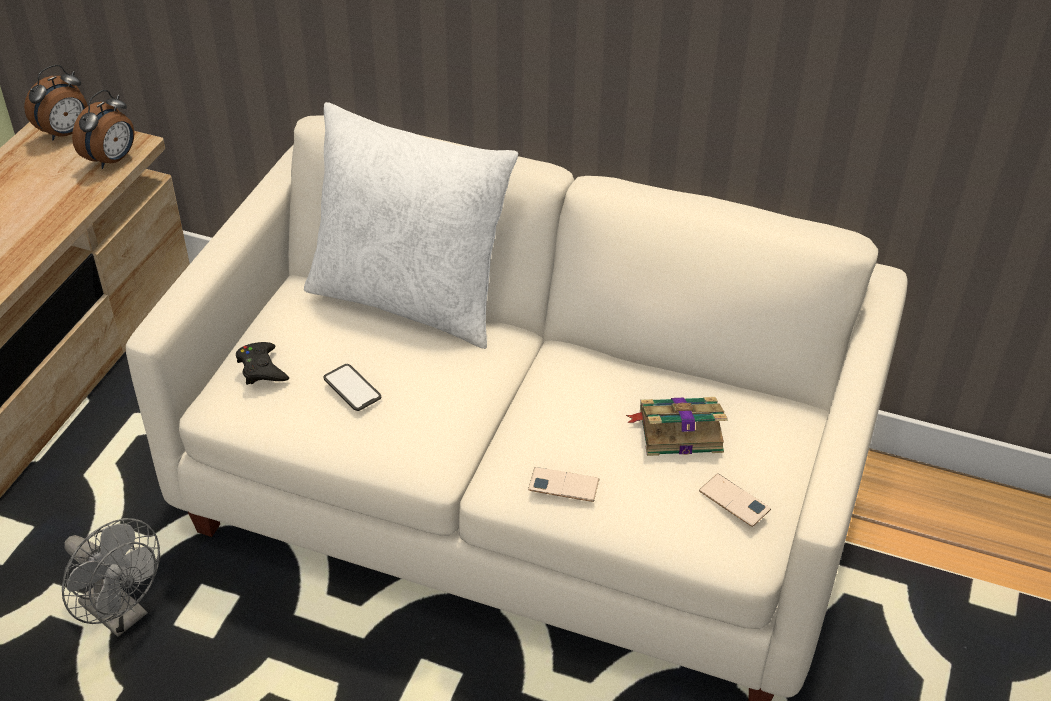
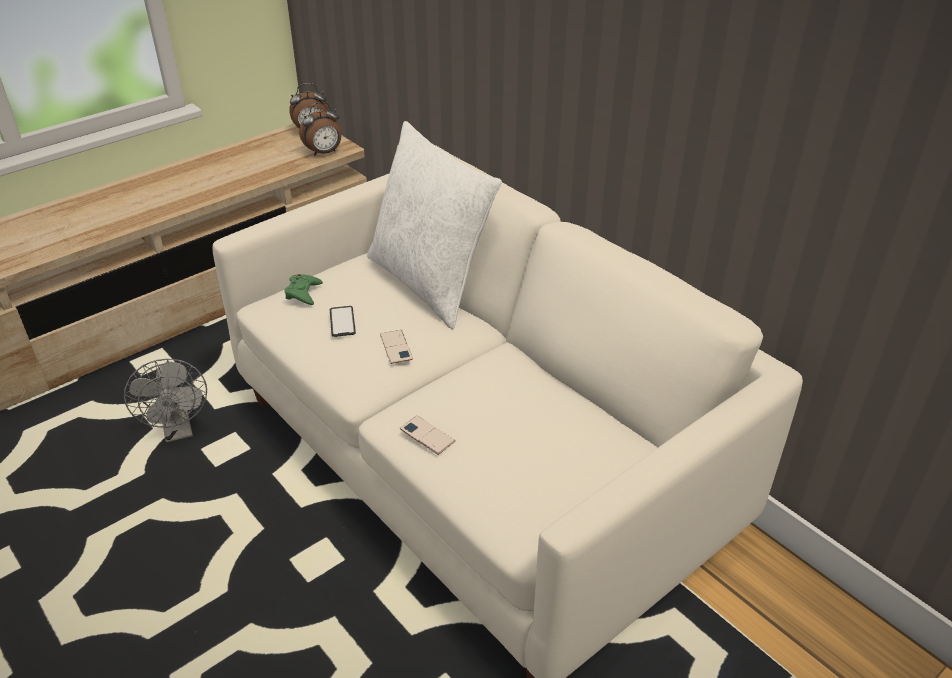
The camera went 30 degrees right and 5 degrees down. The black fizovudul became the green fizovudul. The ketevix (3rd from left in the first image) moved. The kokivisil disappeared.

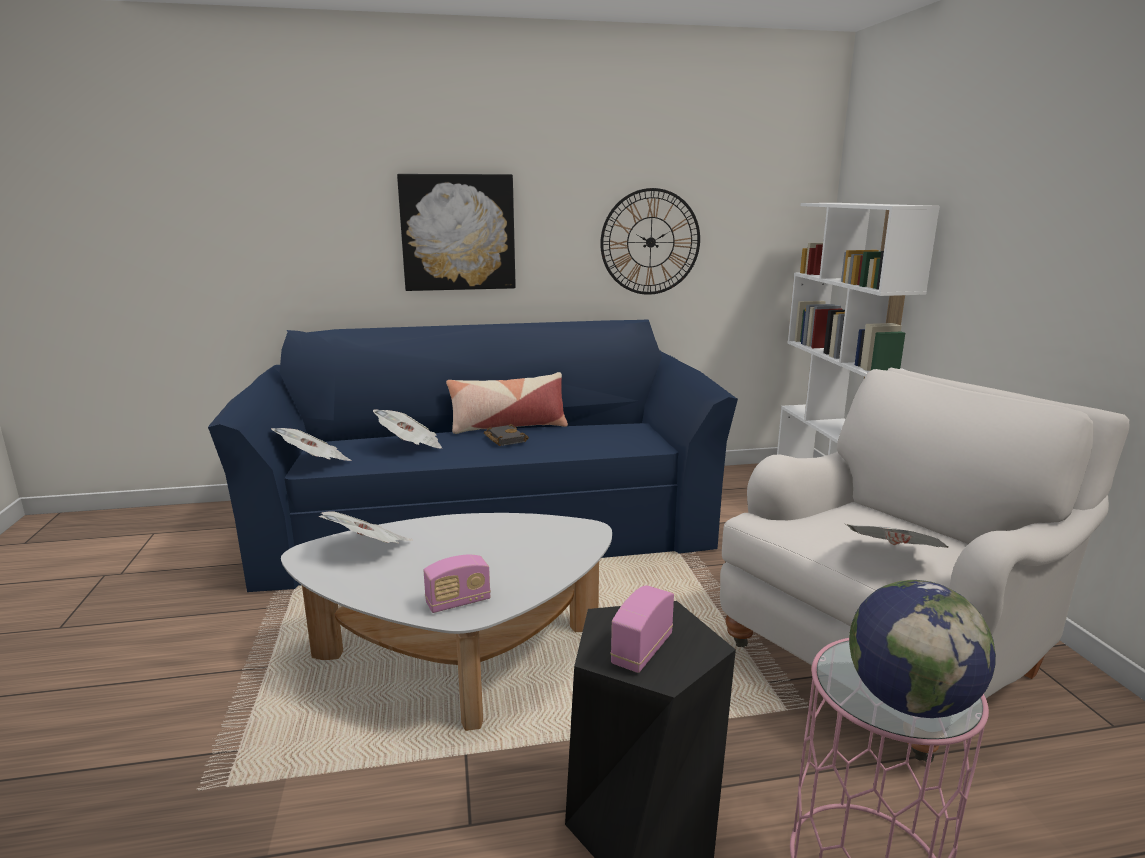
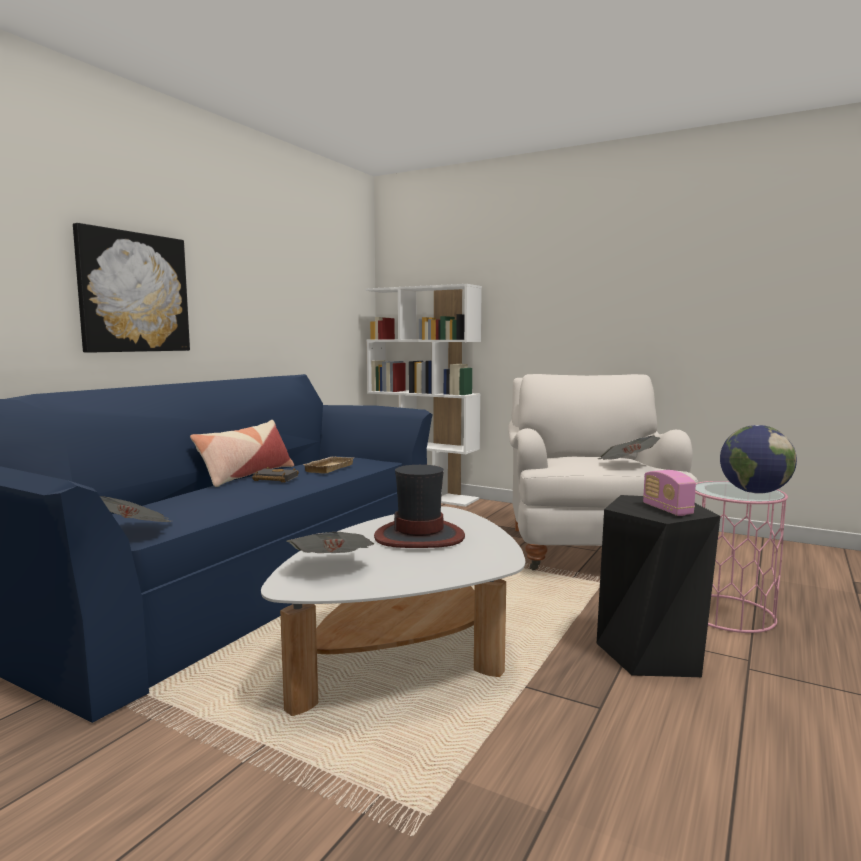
The camera went 50 degrees left and 10 degrees down. The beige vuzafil appeared. The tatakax appeared. The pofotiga (3rd from left) disappeared. The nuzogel (1st from left) disappeared. The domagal disappeared.

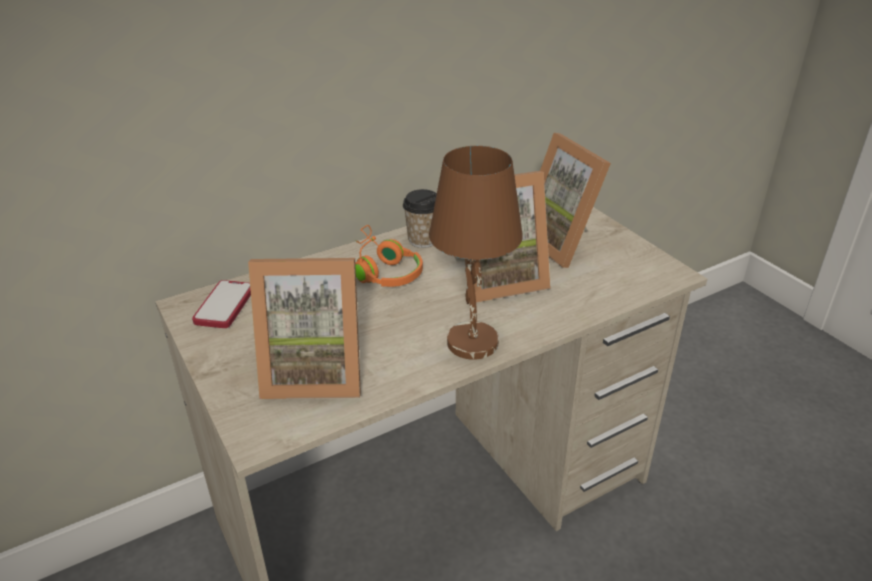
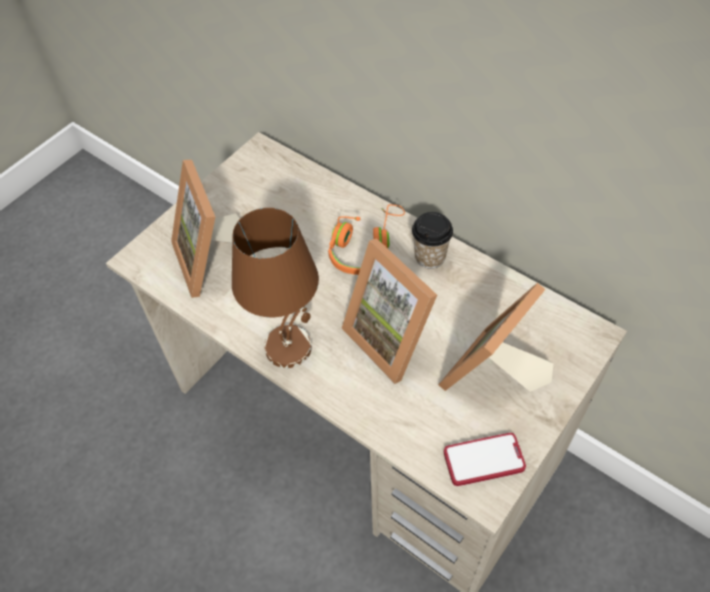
The camera went 70 degrees right and 20 degrees up. The ketevix moved.

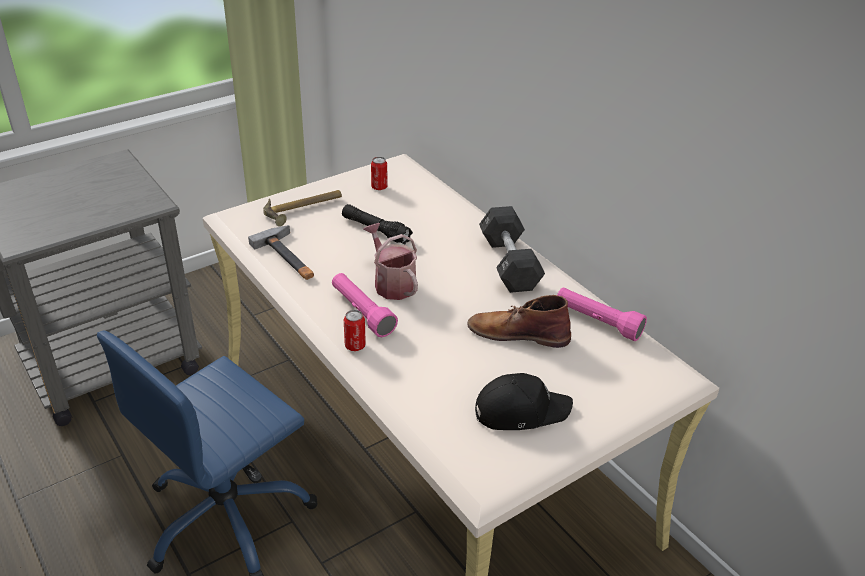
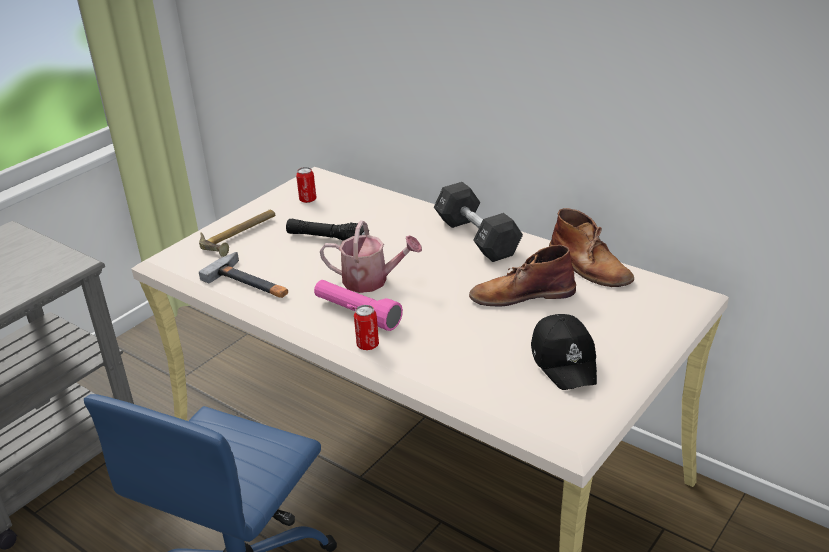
The camera went 15 degrees left and 5 degrees down. The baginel turned 150 degrees clockwise. The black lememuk turned 105 degrees clockwise. The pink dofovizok (2nd from left) was replaced by the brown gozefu (2nd from left).

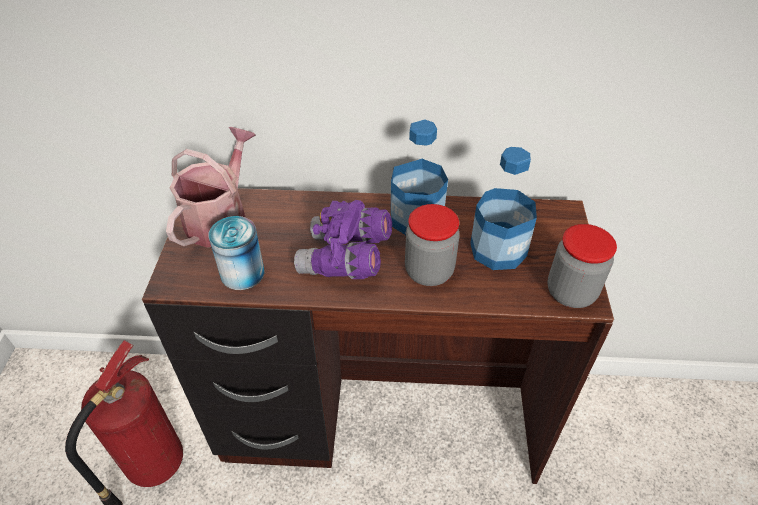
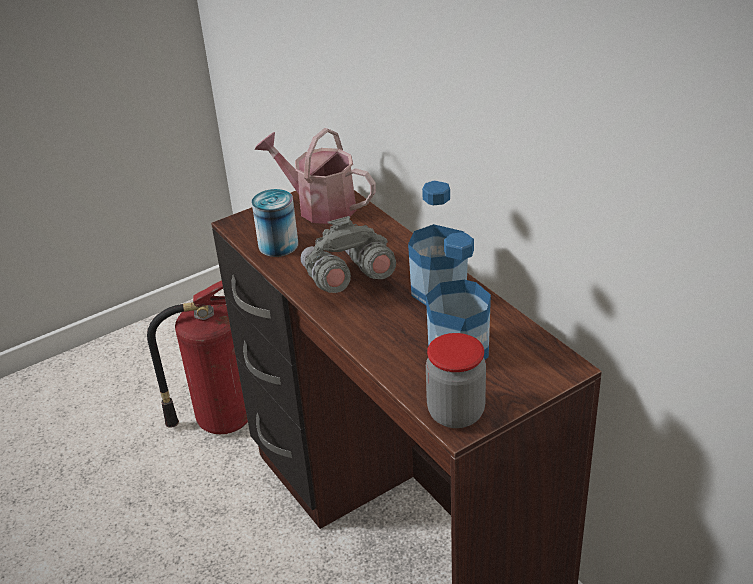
The camera went 55 degrees right and 10 degrees down. The baginel turned 135 degrees counterclockwise. The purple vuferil became the grey vuferil. The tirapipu (1st from left) disappeared.

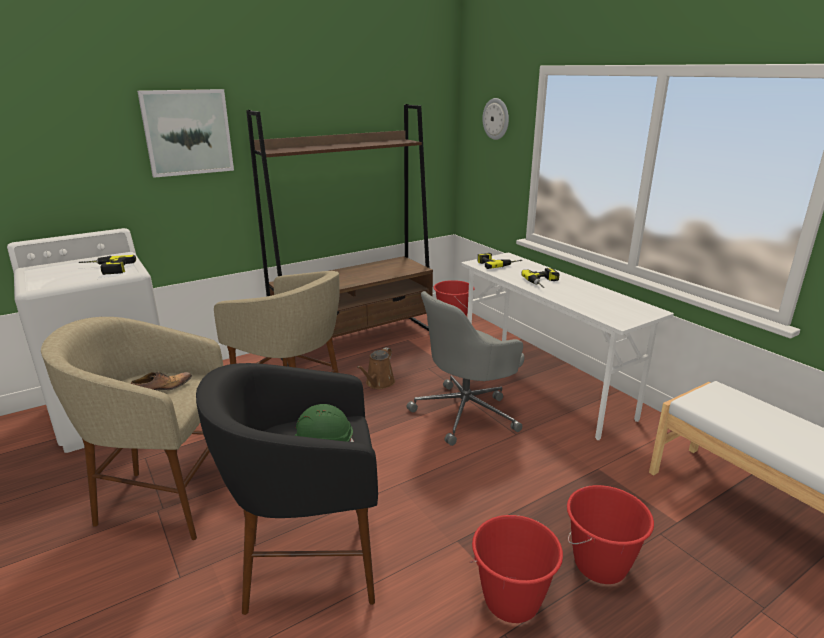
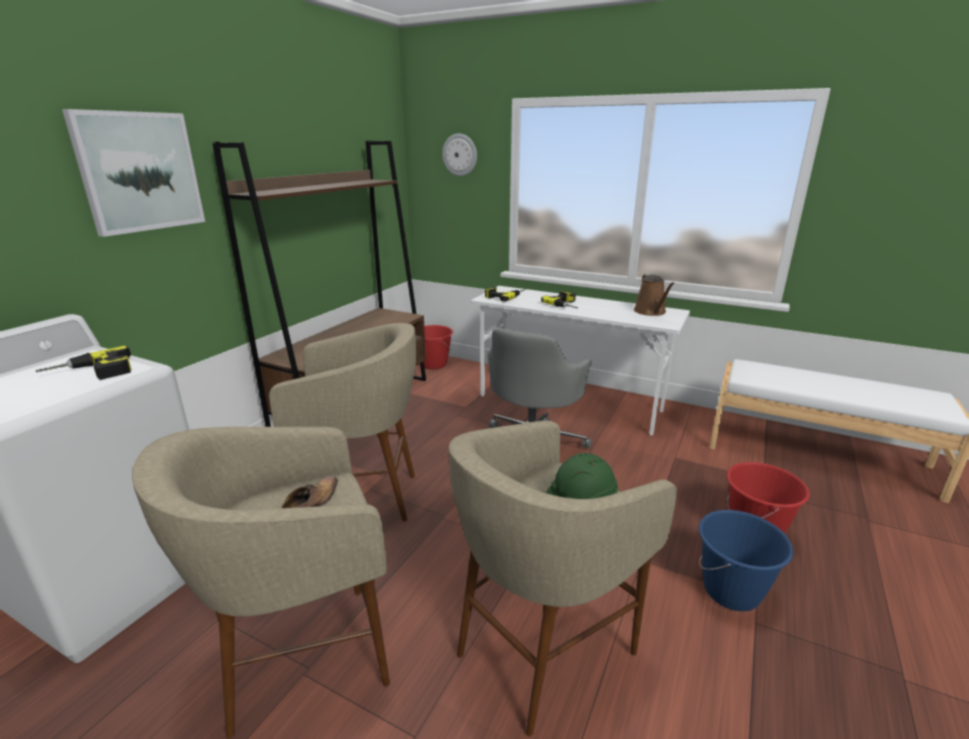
The camera went 30 degrees left and 0 degrees up. The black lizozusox became the beige lizozusox (3rd from left). The brown baginel moved. The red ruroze (2nd from left) became the blue ruroze.

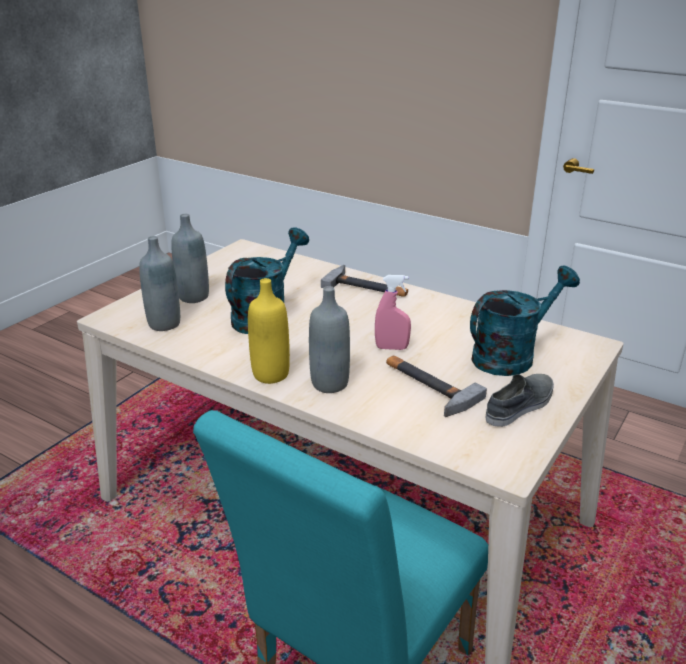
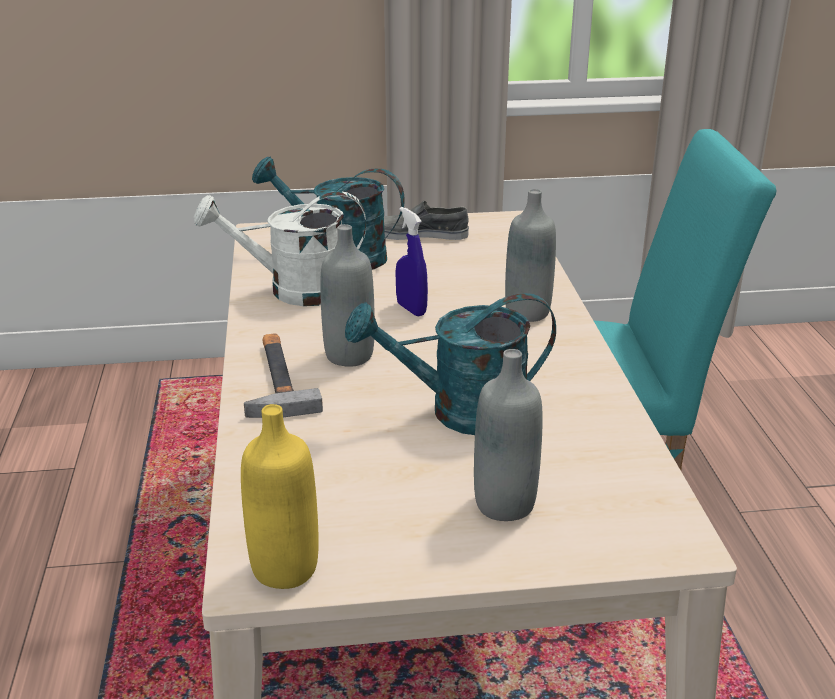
The camera went 130 degrees left and 0 degrees up. The white baginel appeared. The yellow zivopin moved. The grey zivopin (1st from left) moved. The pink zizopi became the blue zizopi. The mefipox (2nd from left) disappeared.

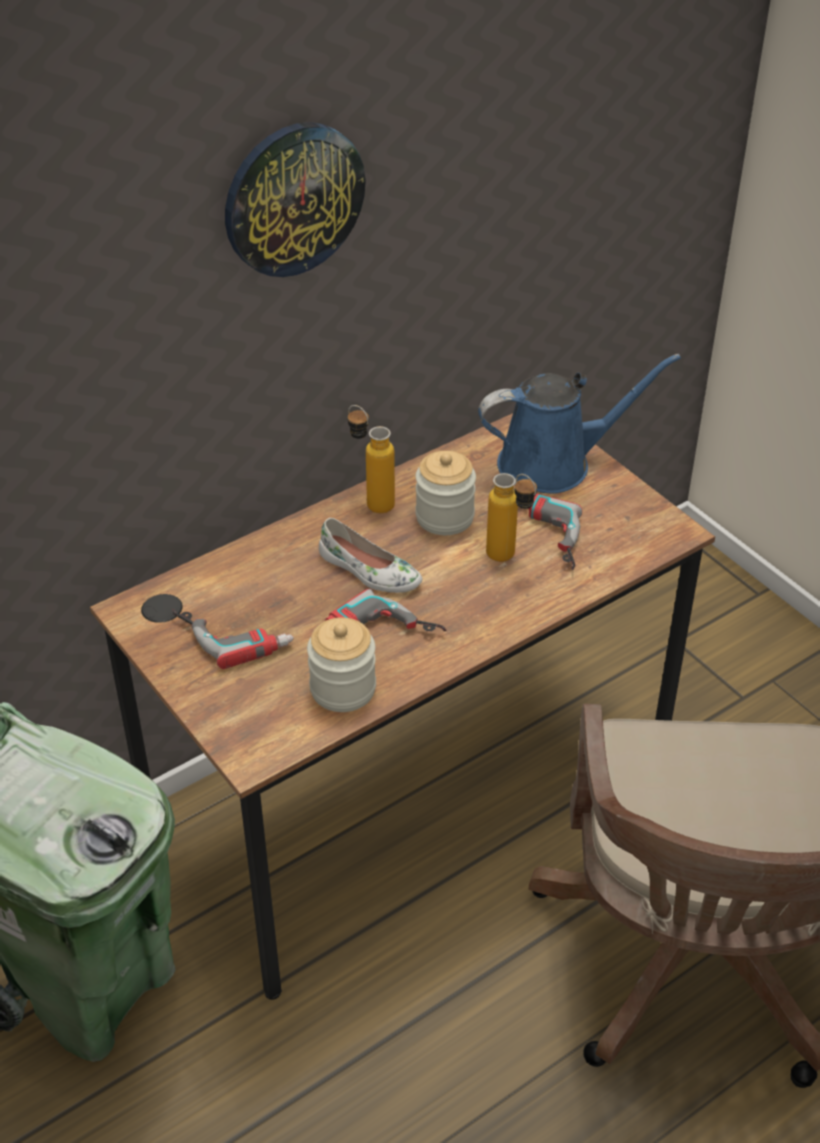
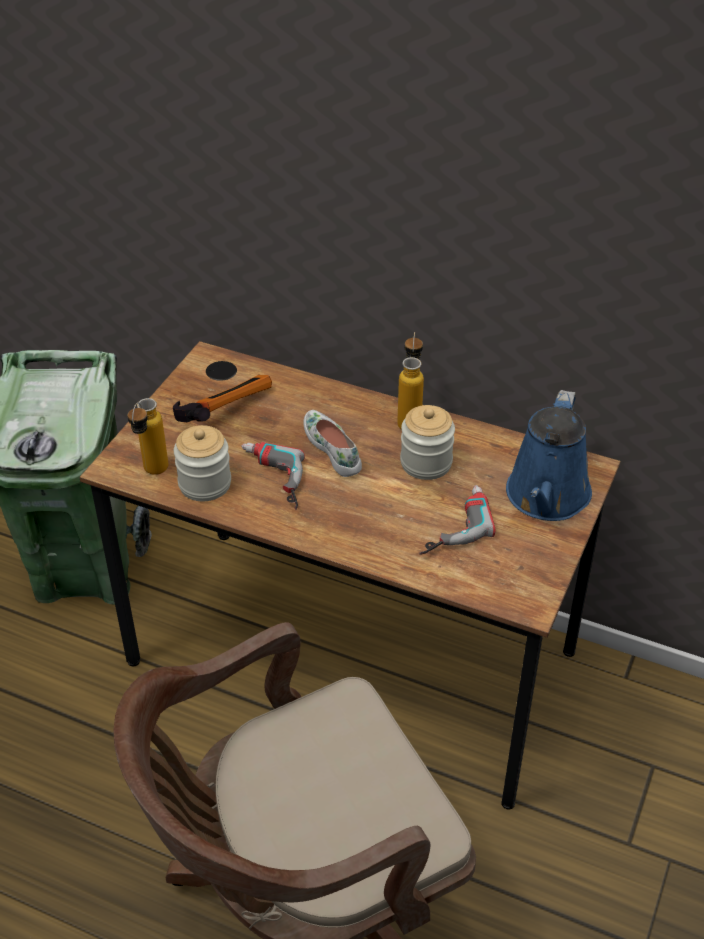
The camera went 60 degrees right and 0 degrees up. The zivopin (2nd from left in the first image) moved. The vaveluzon (1st from left) was replaced by the mefipox. The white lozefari turned 150 degrees clockwise. The blue baginel turned 60 degrees clockwise. The domagal disappeared.

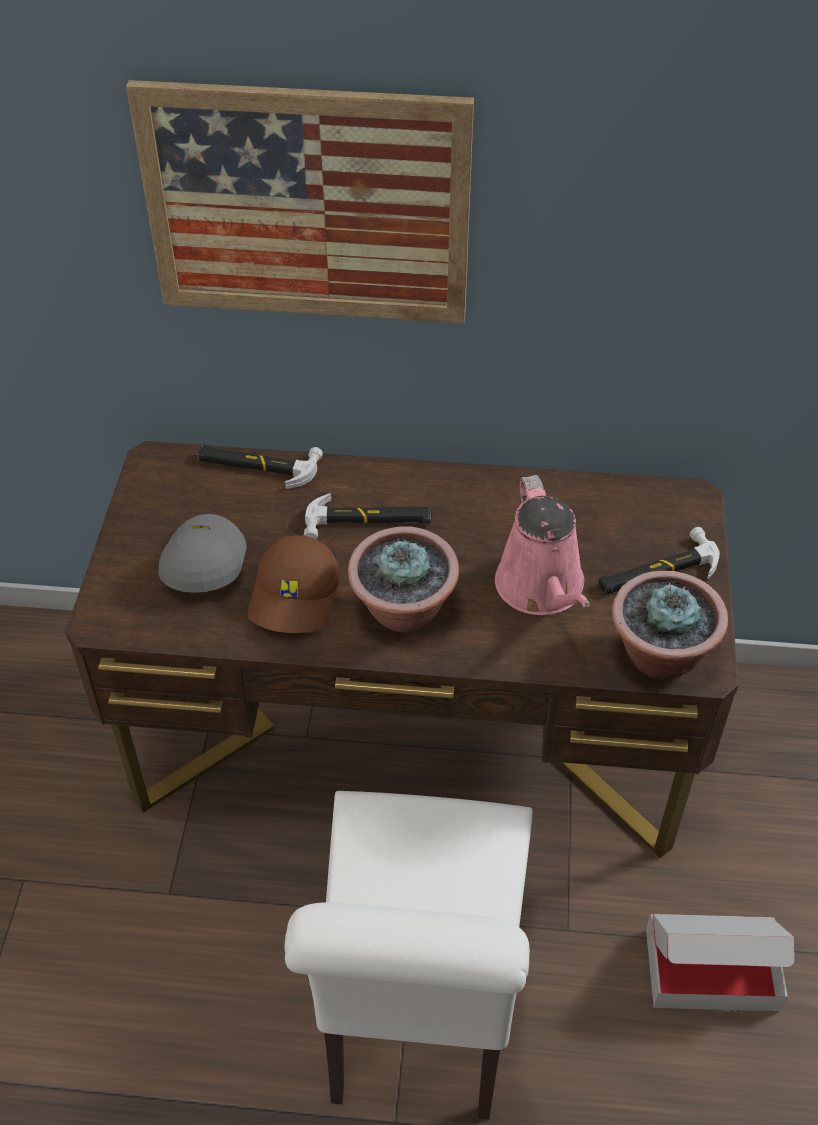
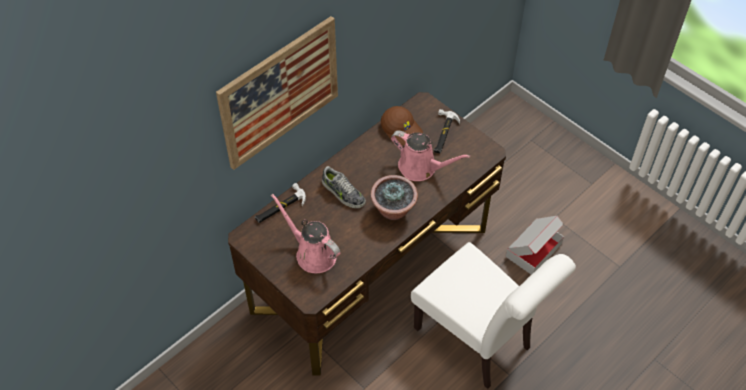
The camera went 50 degrees left and 5 degrees up. The grey lememuk was replaced by the pink baginel (1st from left). The mefipox (2nd from left) was replaced by the lozefari. The brown lememuk moved. The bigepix (2nd from left) disappeared.

